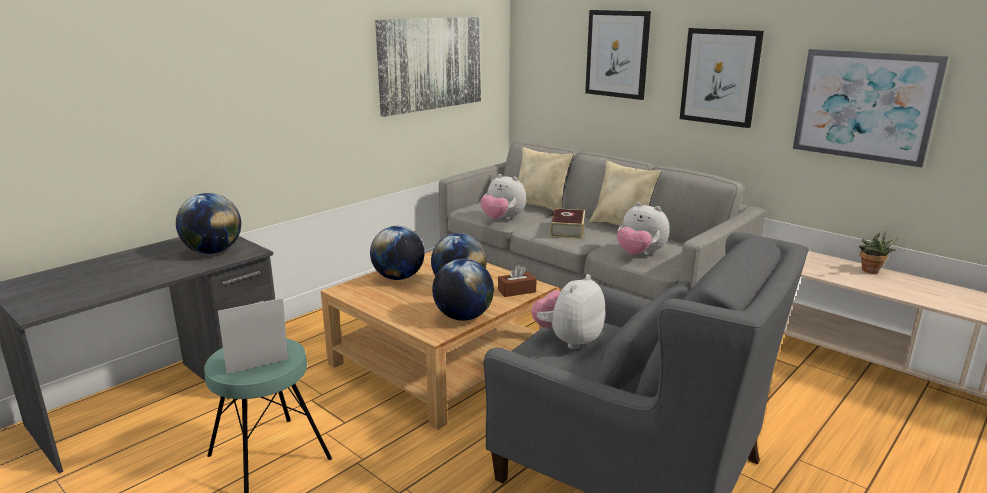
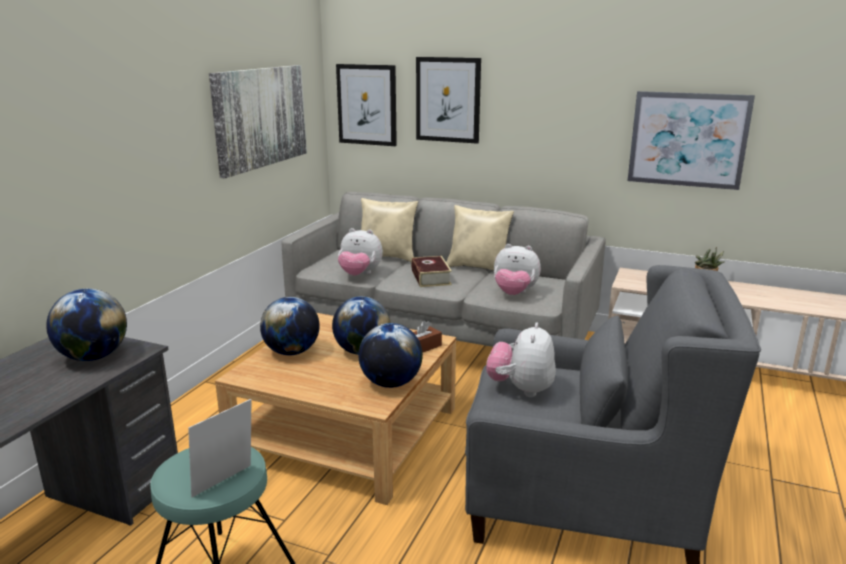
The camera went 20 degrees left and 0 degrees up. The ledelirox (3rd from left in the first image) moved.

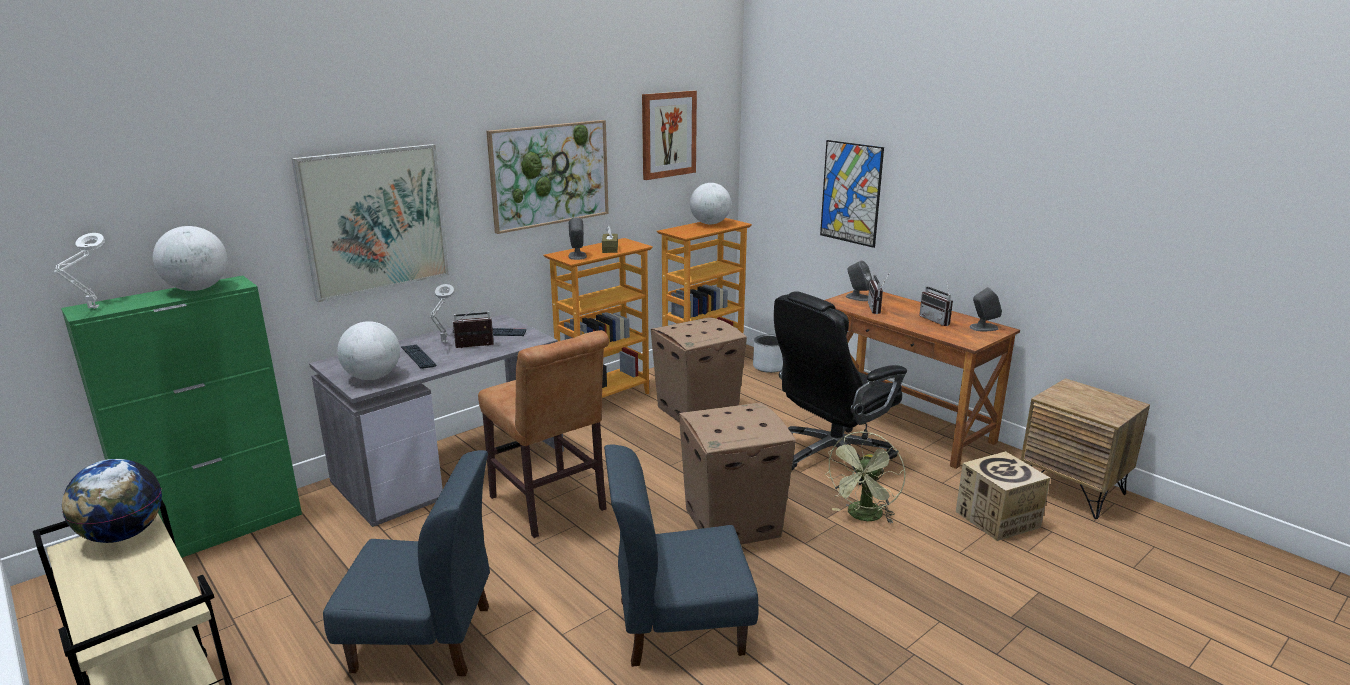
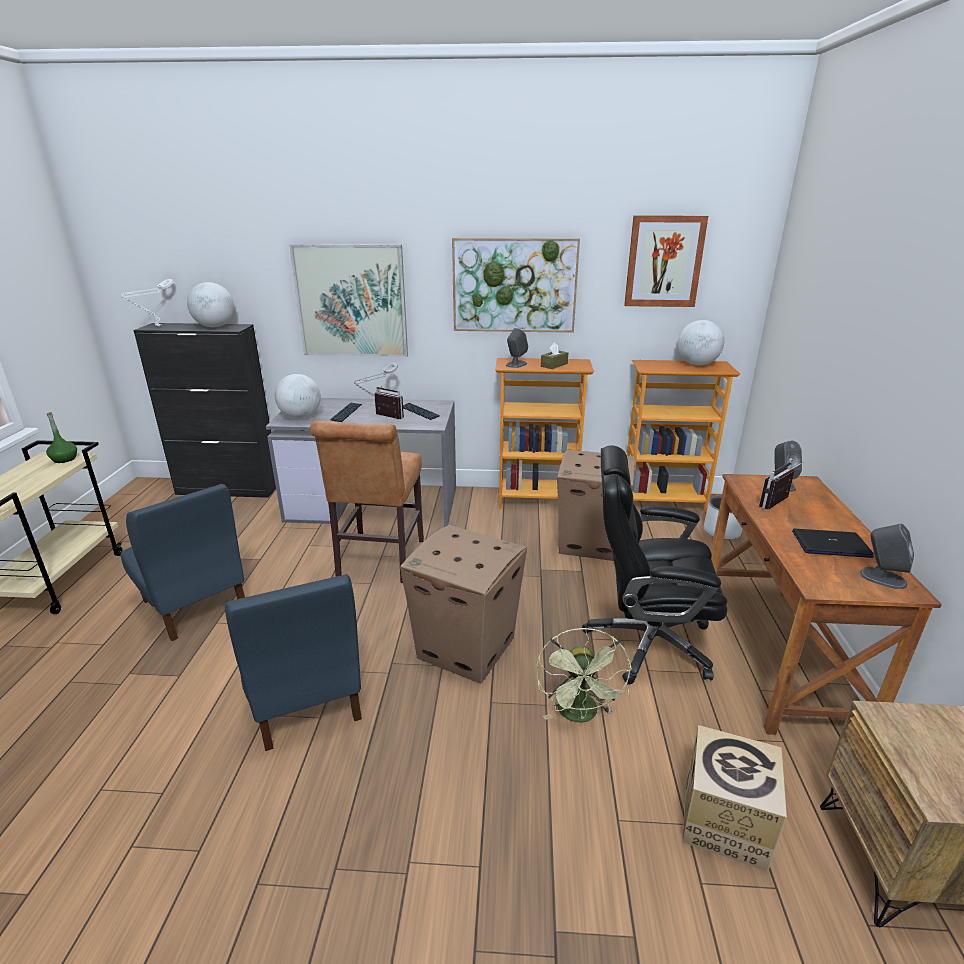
The camera went 45 degrees right and 5 degrees up. The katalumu (1st from left) was replaced by the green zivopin. The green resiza became the black resiza. The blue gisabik (2nd from left) turned 150 degrees counterclockwise. The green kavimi turned 75 degrees counterclockwise. The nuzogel (3rd from left) was replaced by the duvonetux. The ledelirox (4th from left) disappeared.

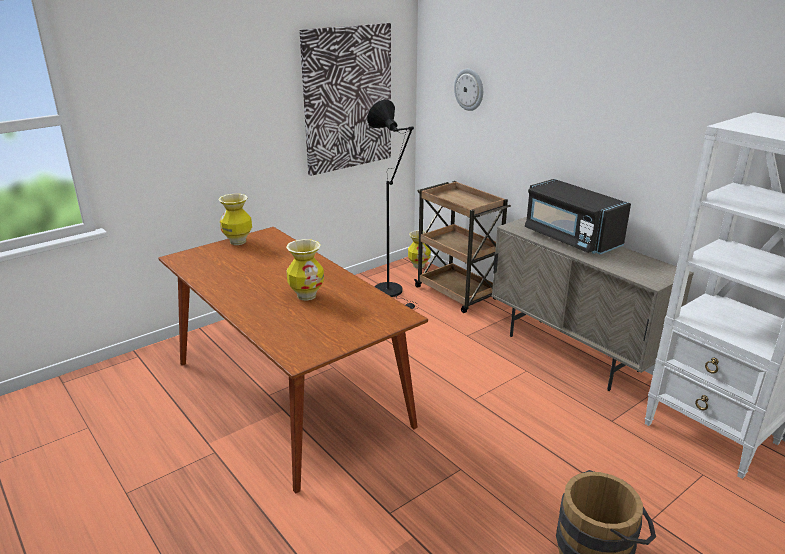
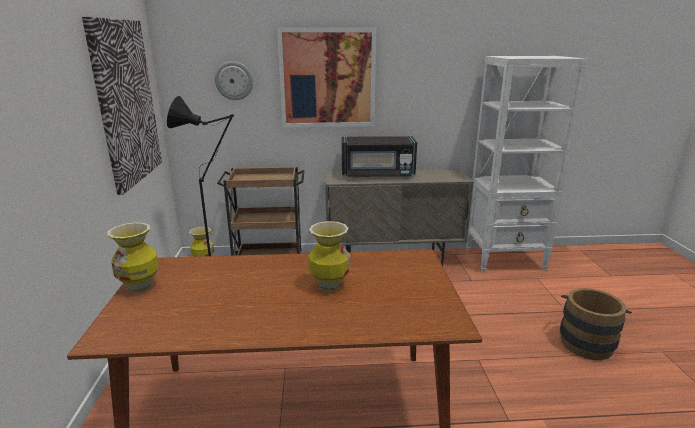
The camera went 55 degrees left and 5 degrees down. The ledelirox (2nd from left) appeared.

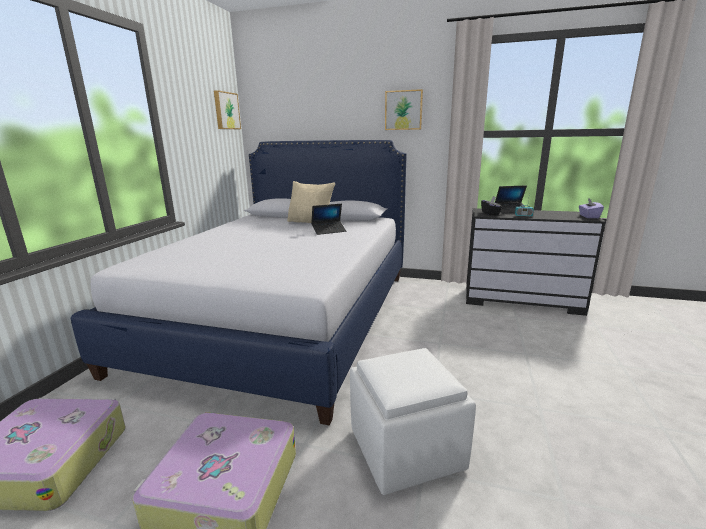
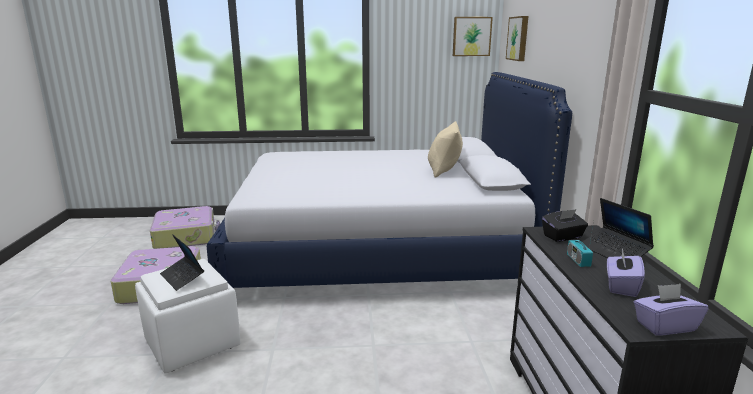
The camera went 70 degrees right and 0 degrees up. The duvonetux (1st from left) moved. The ledelirox (2nd from left) moved. The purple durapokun (1st from left) appeared.

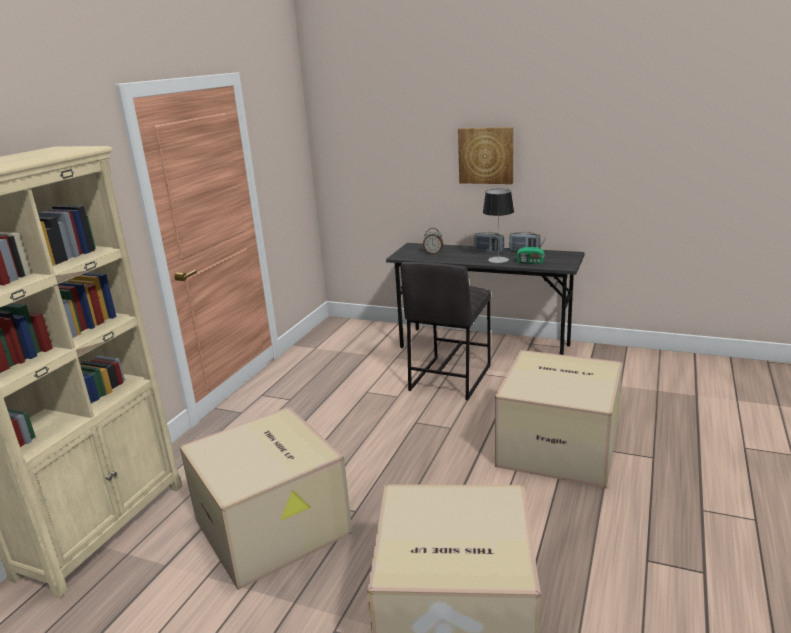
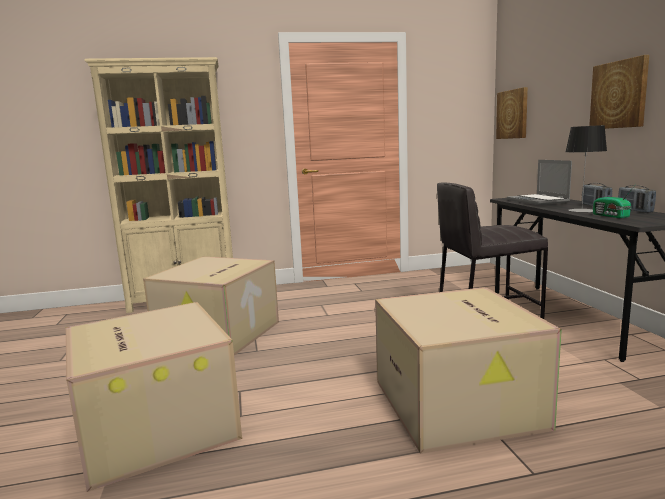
The camera went 55 degrees right and 10 degrees down. The ledelirox (1st from left) appeared. The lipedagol was replaced by the duvonetux.

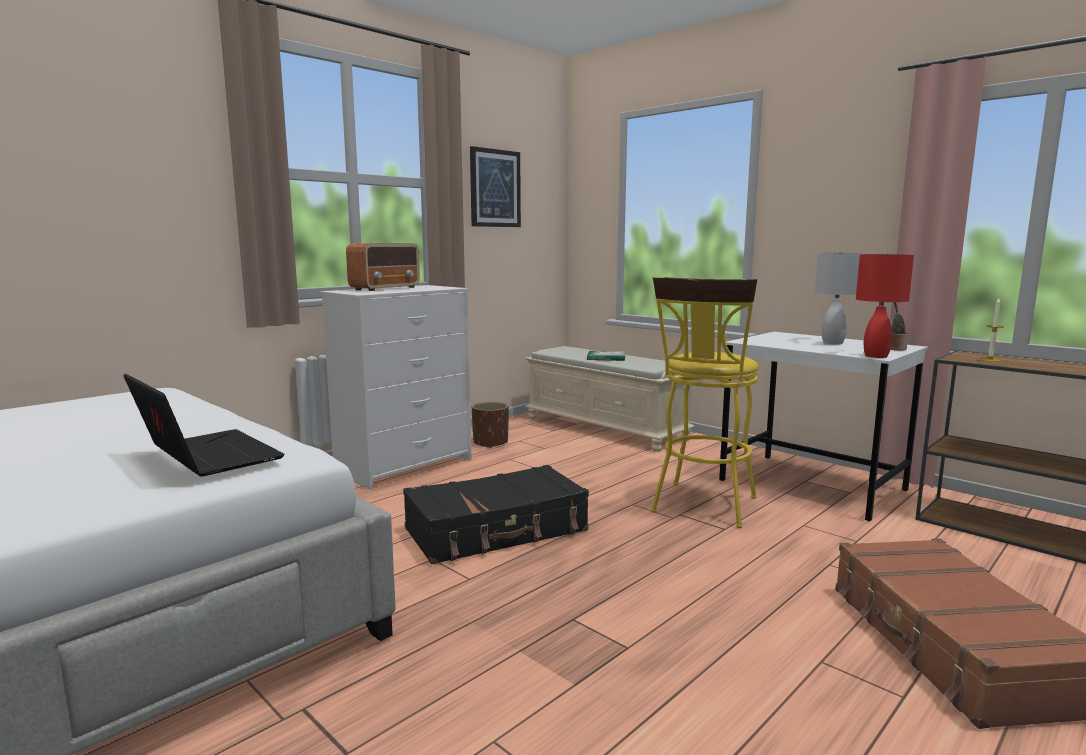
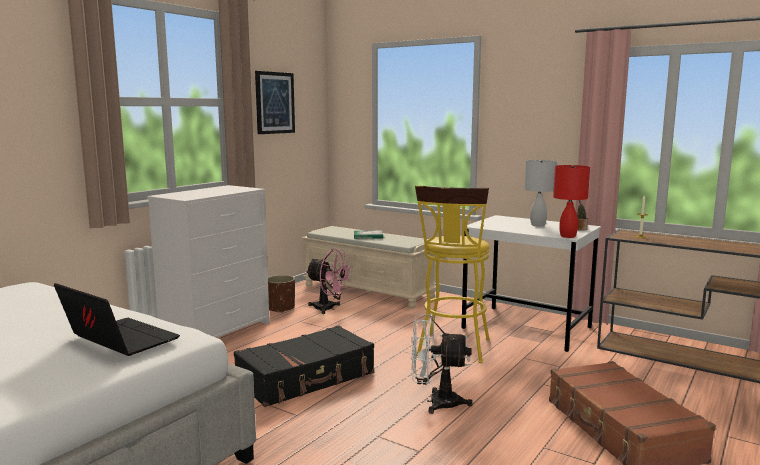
The camera went 10 degrees left and 0 degrees up. The pink kavimi appeared. The white kavimi appeared. The nuzogel disappeared.

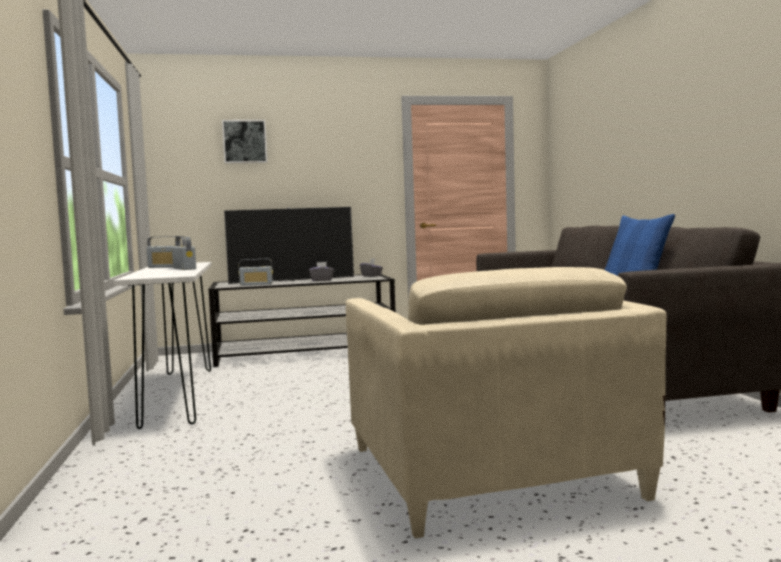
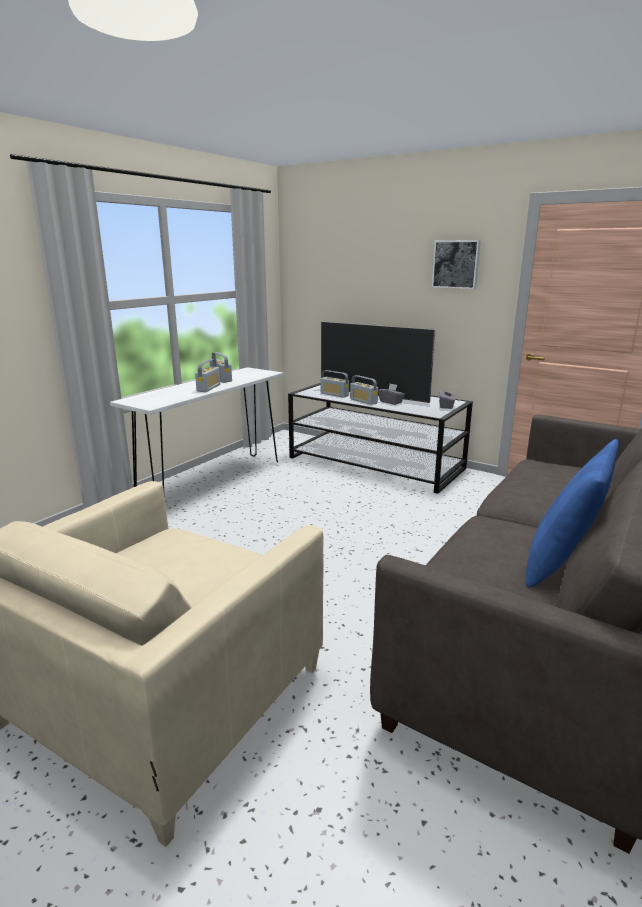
The camera went 45 degrees right and 15 degrees up. The nuzogel (4th from left) appeared. The ledelirox moved.

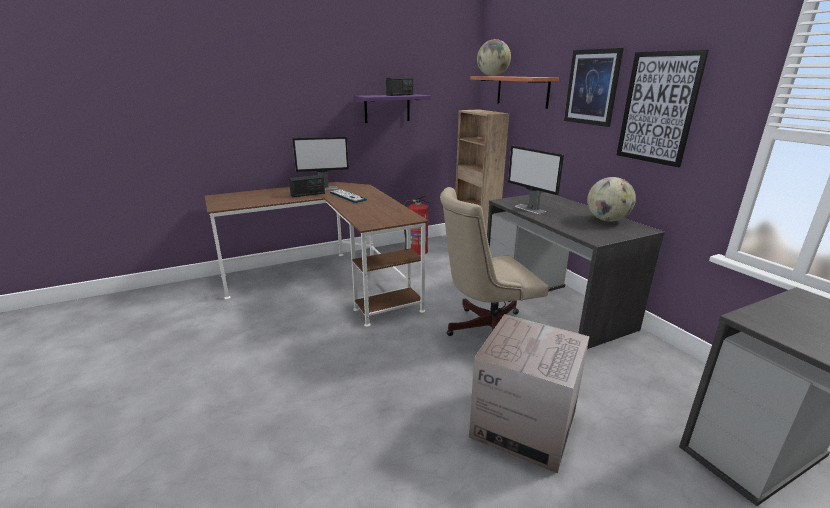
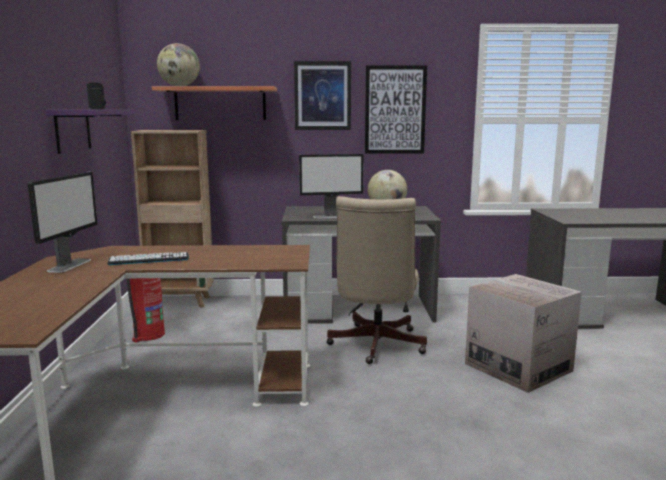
The camera went 65 degrees left and 10 degrees down. The nuzogel (1st from left) disappeared.

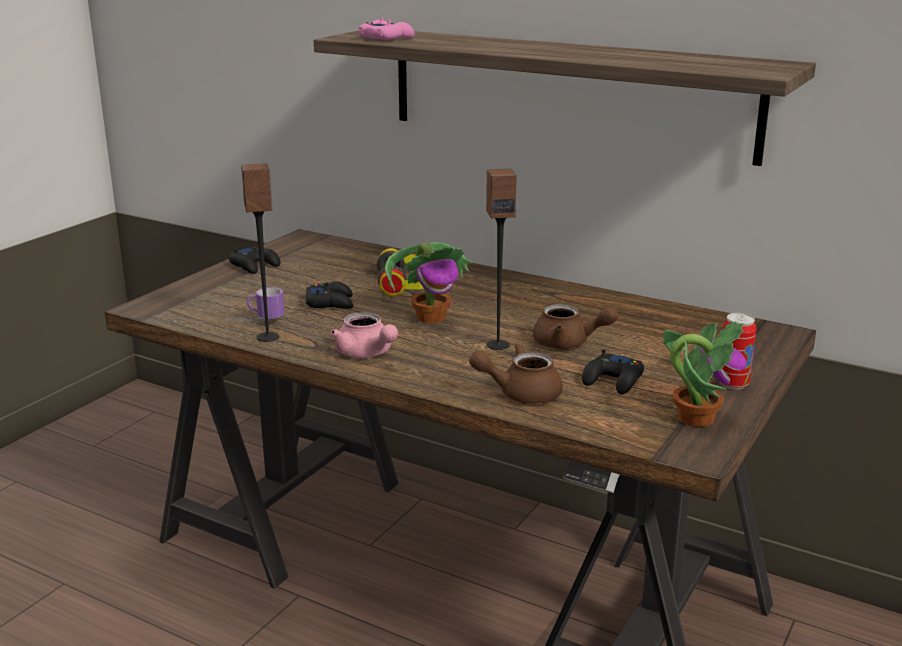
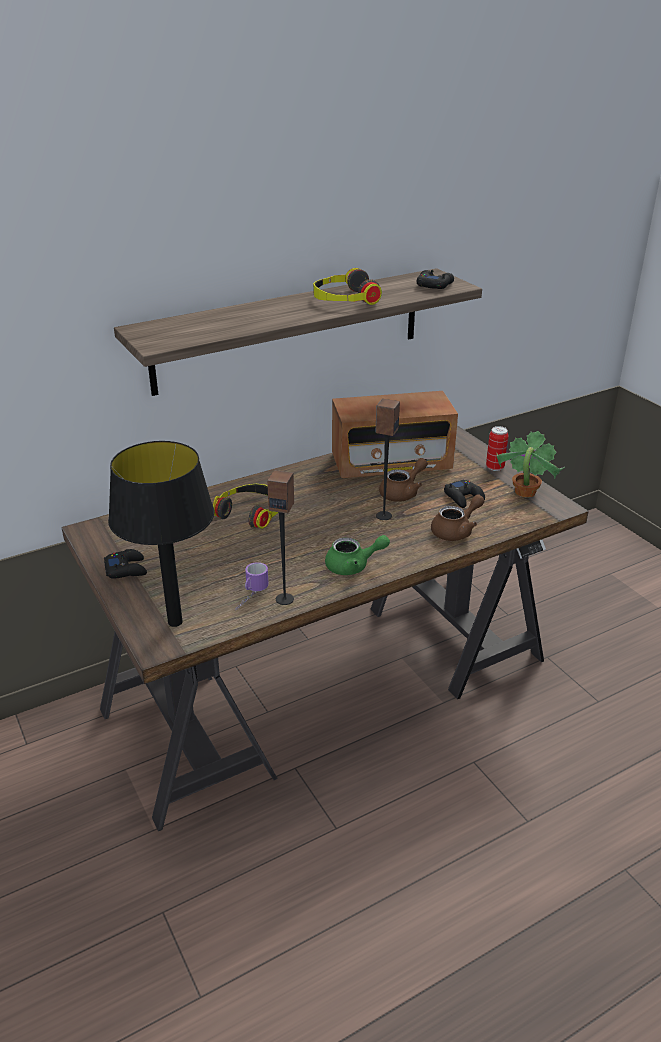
The camera went 60 degrees left and 10 degrees up. The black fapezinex appeared. The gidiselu (2nd from left) appeared. The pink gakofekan became the green gakofekan. The nuzogel appeared. The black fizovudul (2nd from left) moved. The brown gakofekan (1st from left in the first image) turned 150 degrees counterclockwise. The pink fizovudul disappeared. The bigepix (1st from left) disappeared.

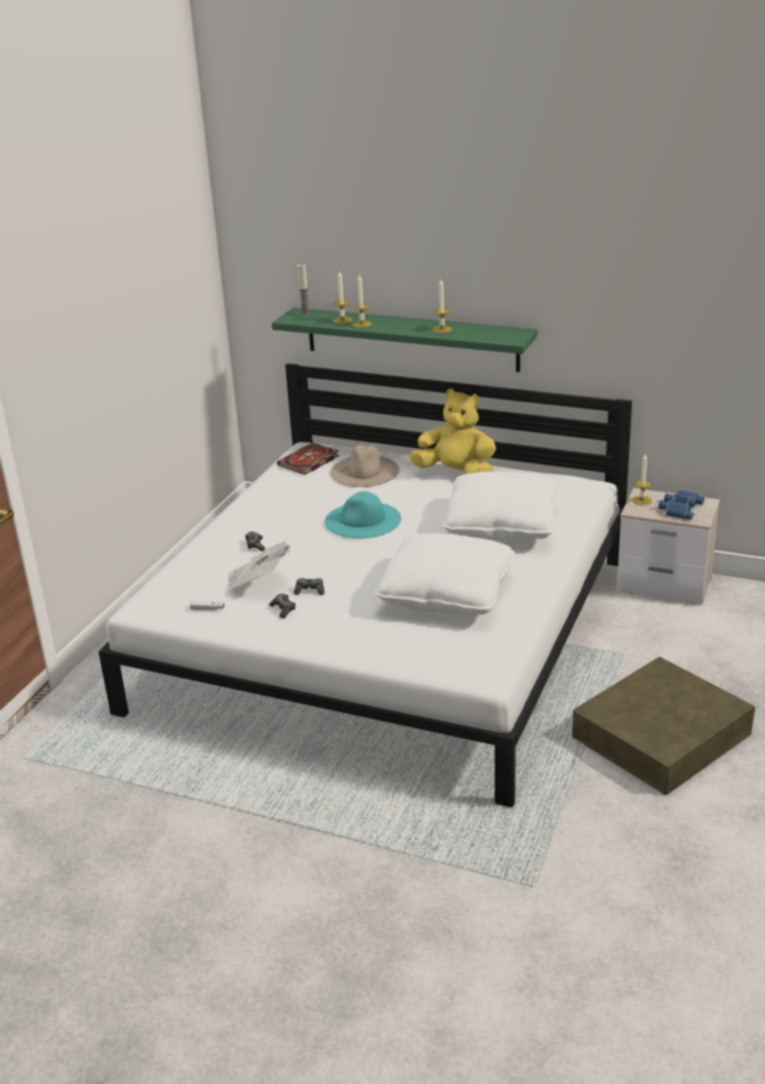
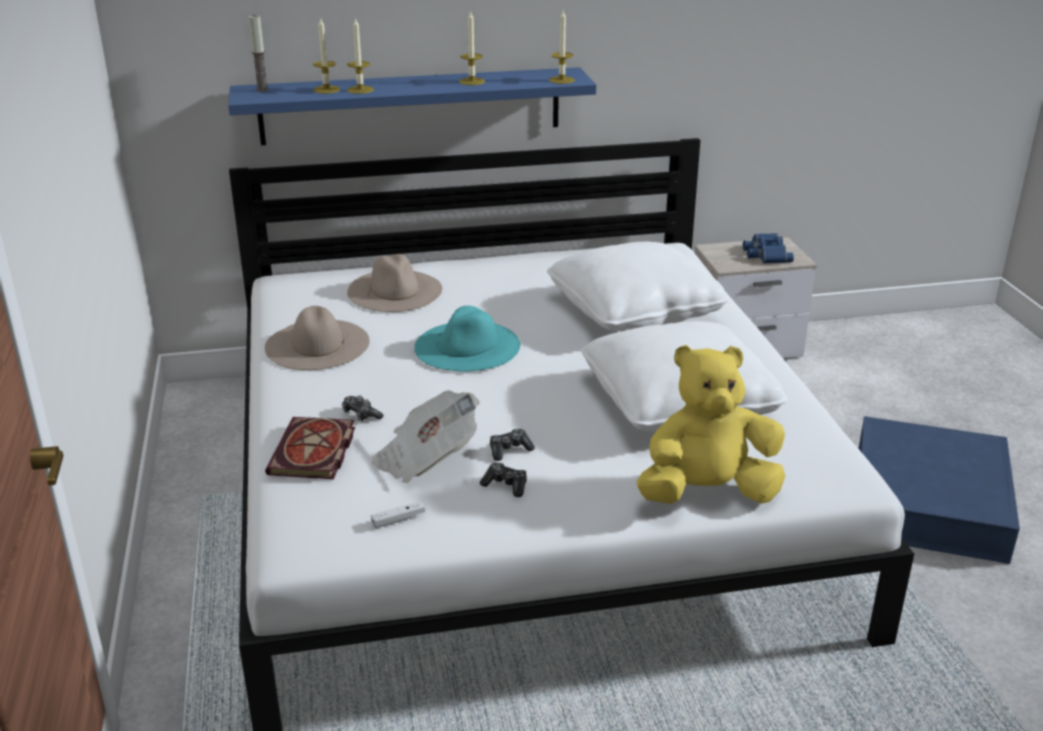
The camera went 35 degrees left and 0 degrees up. The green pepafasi became the blue pepafasi. The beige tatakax (1st from left) appeared. The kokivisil moved. The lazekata (5th from left) moved. The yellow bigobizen moved. The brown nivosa became the blue nivosa.

